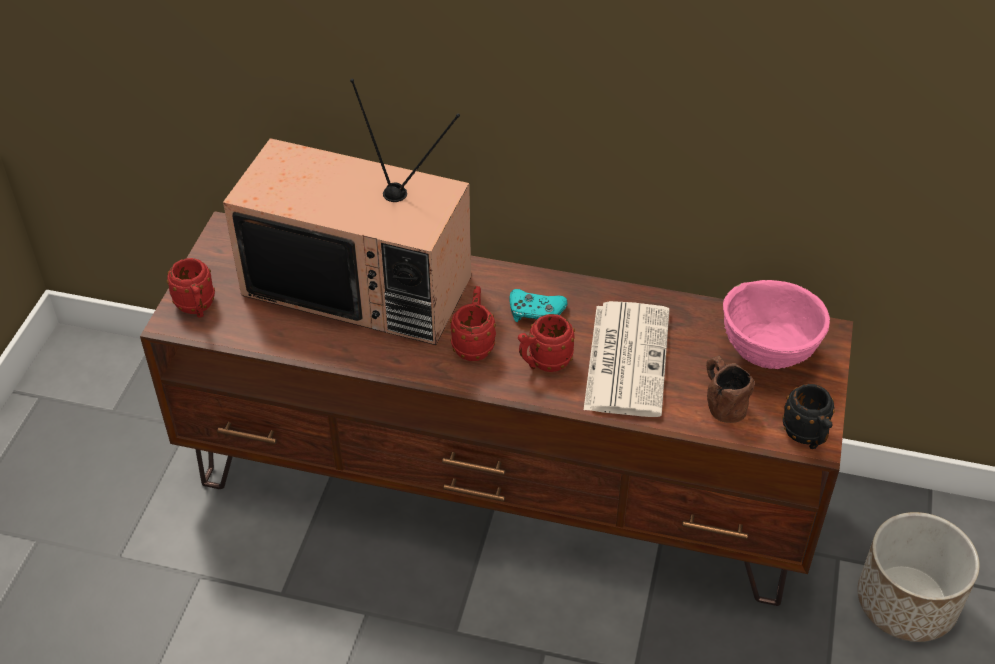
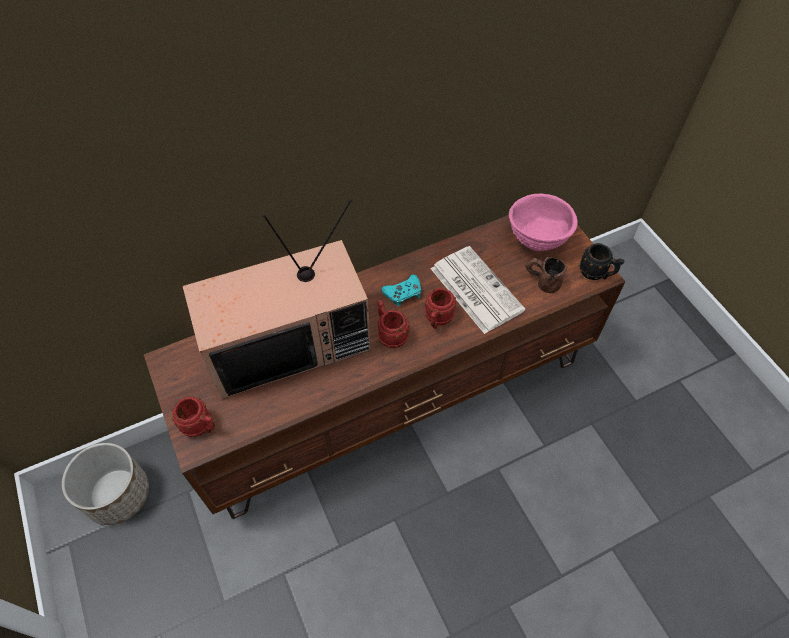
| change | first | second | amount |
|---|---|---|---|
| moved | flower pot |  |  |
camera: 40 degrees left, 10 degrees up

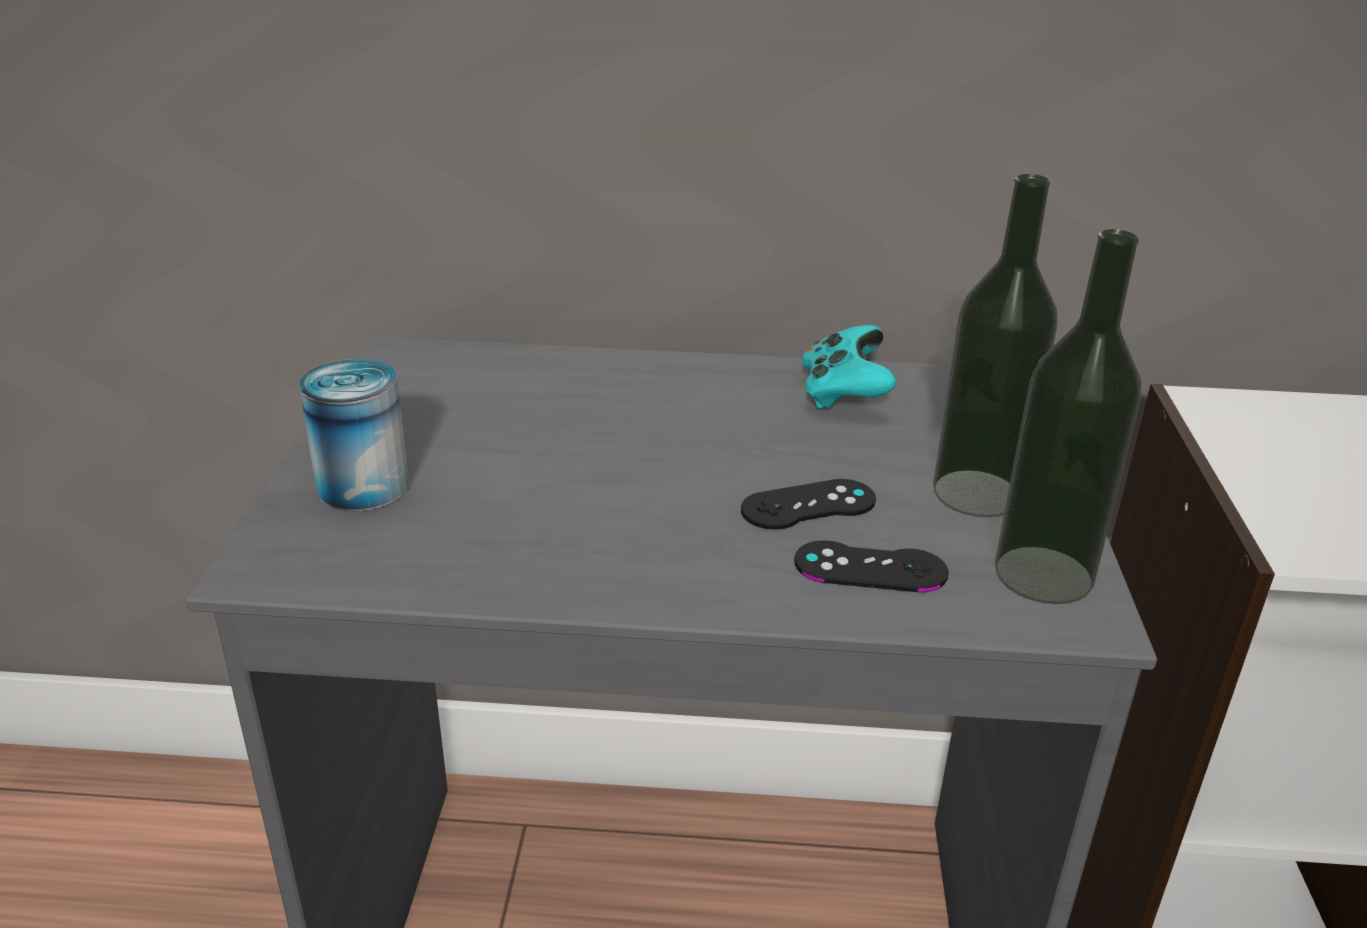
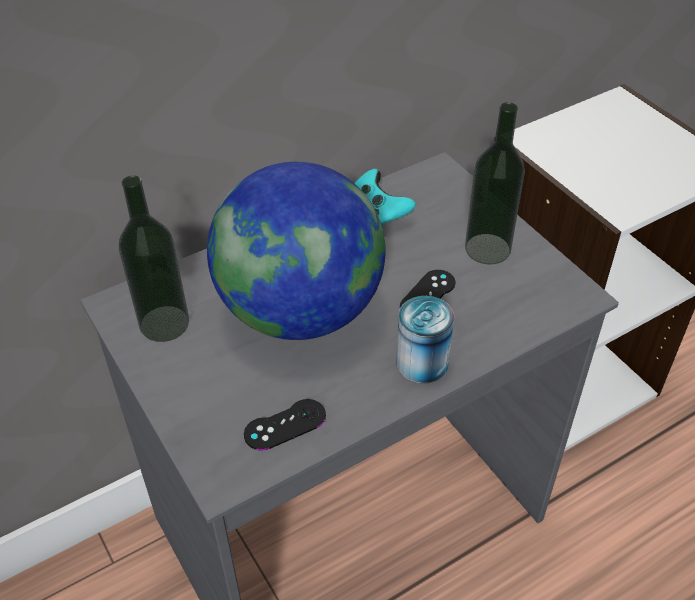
| change | first | second | amount |
|---|---|---|---|
| added |  | globe |  |
| moved | can |  |  |
| moved | blackish joypad (2nd from left in the first image) | blackish joypad (1st from left) |  |
| moved | beverage bottle (2nd from left in the first image) | beverage bottle (1st from left) |  |
camera: 35 degrees left, 15 degrees up

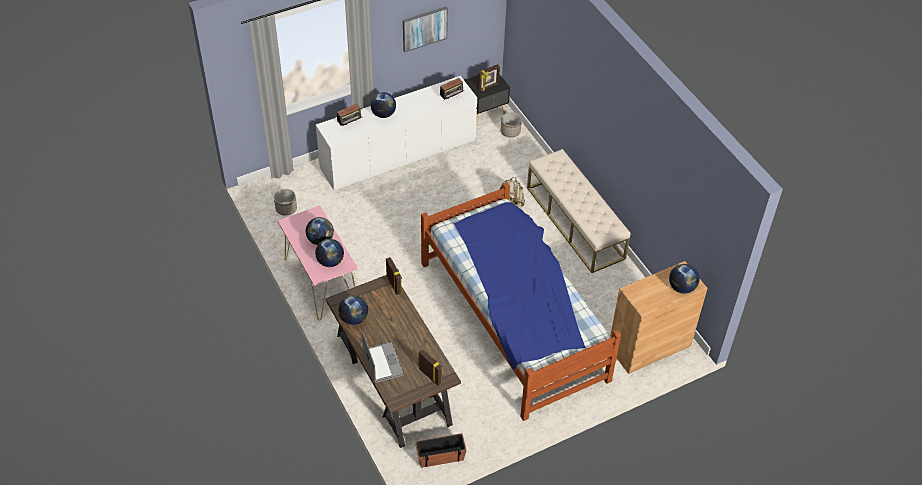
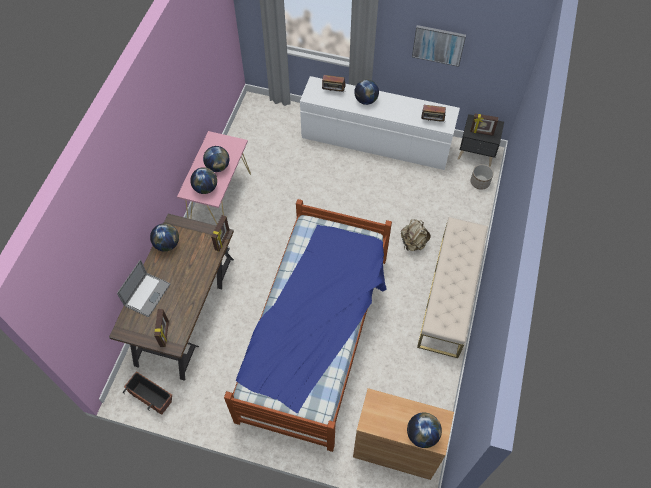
| change | first | second | amount |
|---|---|---|---|
| removed | flower pot (1st from left) |  |  |
camera: 45 degrees right, 10 degrees up

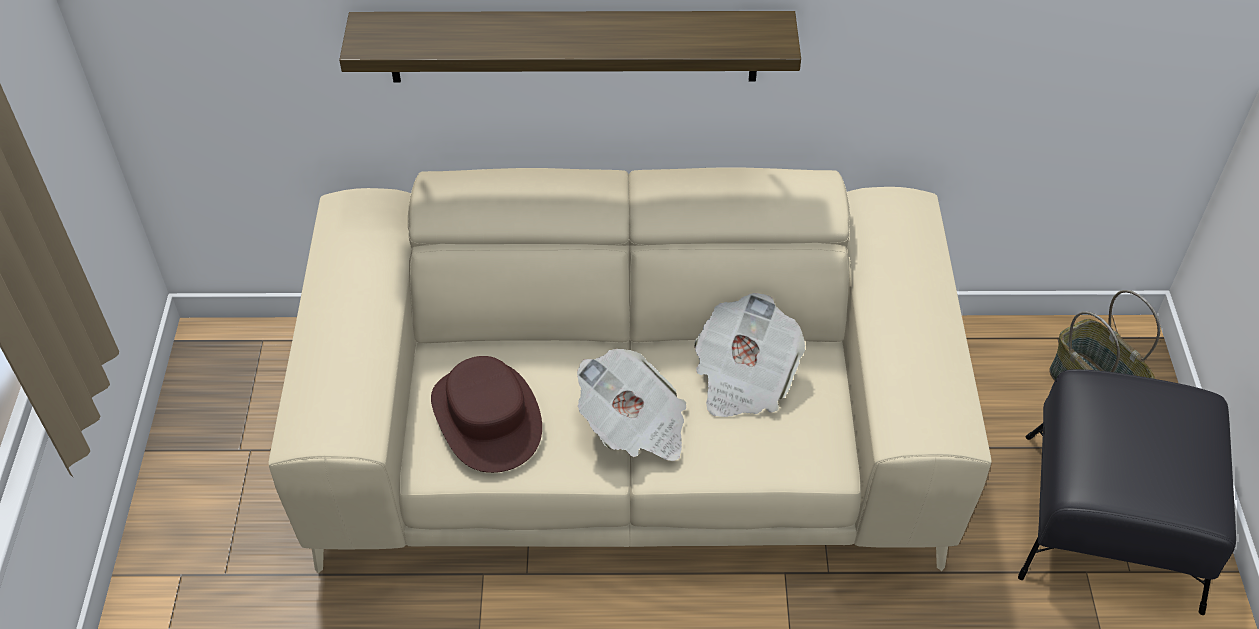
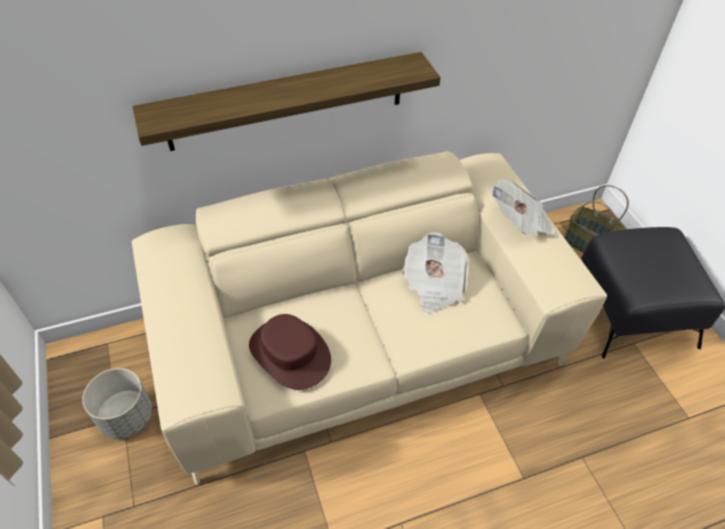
| change | first | second | amount |
|---|---|---|---|
| added |  | greyish flower pot |  |
| moved | printed paper (1st from left in the first image) | printed paper (2nd from left) |  |
camera: 20 degrees left, 0 degrees up

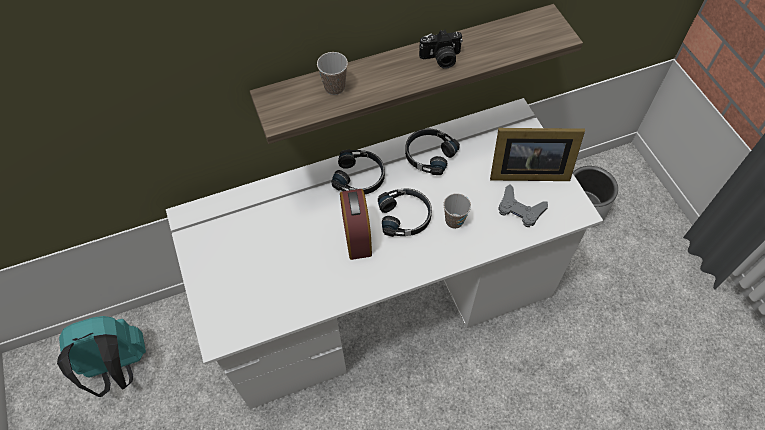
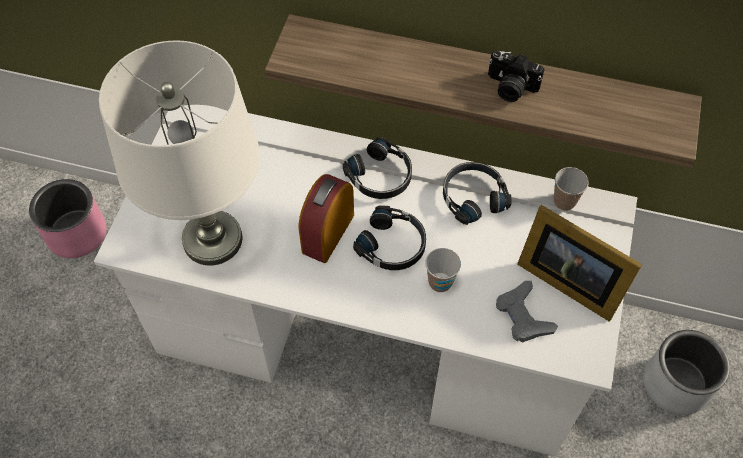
| change | first | second | amount |
|---|---|---|---|
| added |  | white-coloured tabletop lamp |  |
| moved | small cup (1st from left in the first image) | small cup (2nd from left) |  |
| replaced | turquoise-coloured knapsack | pink flower pot |  |
camera: 35 degrees right, 0 degrees up

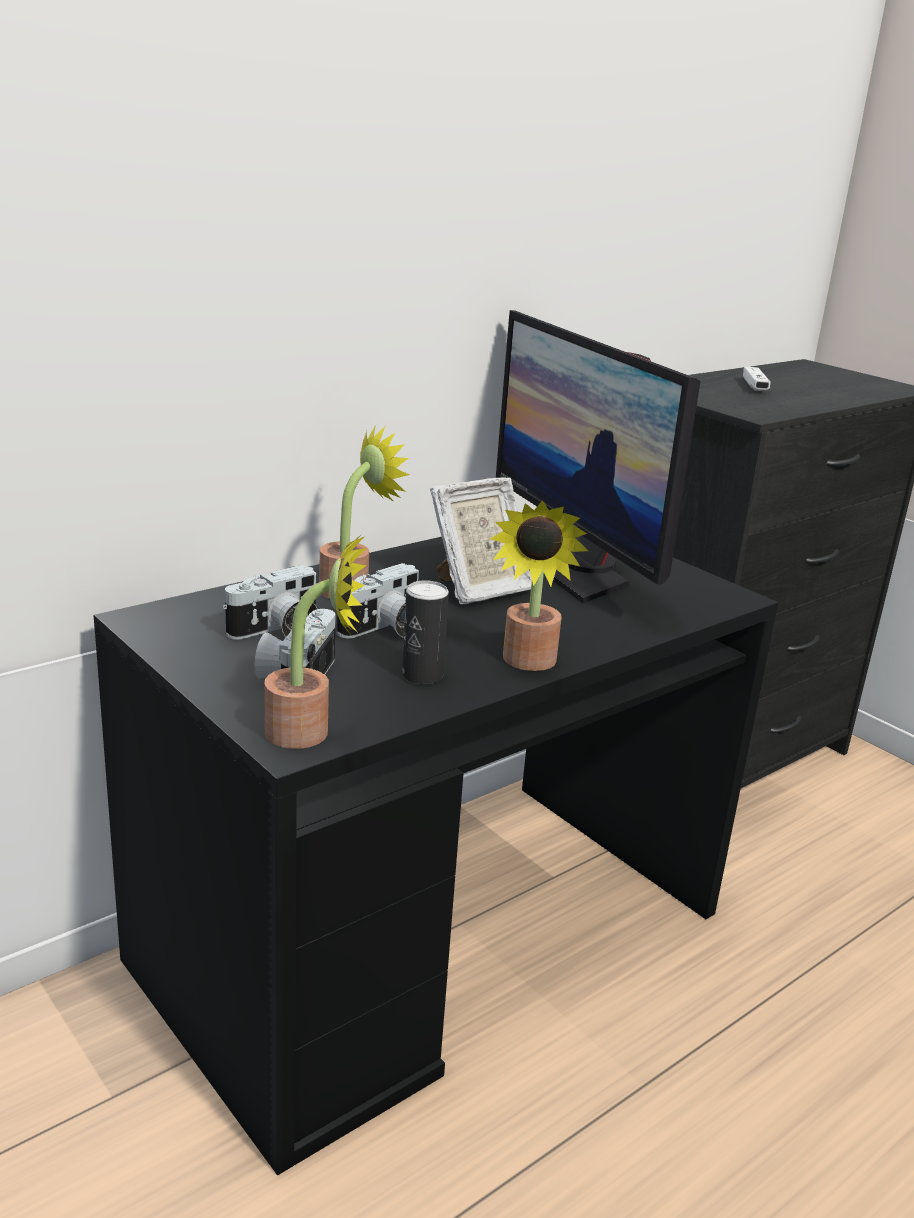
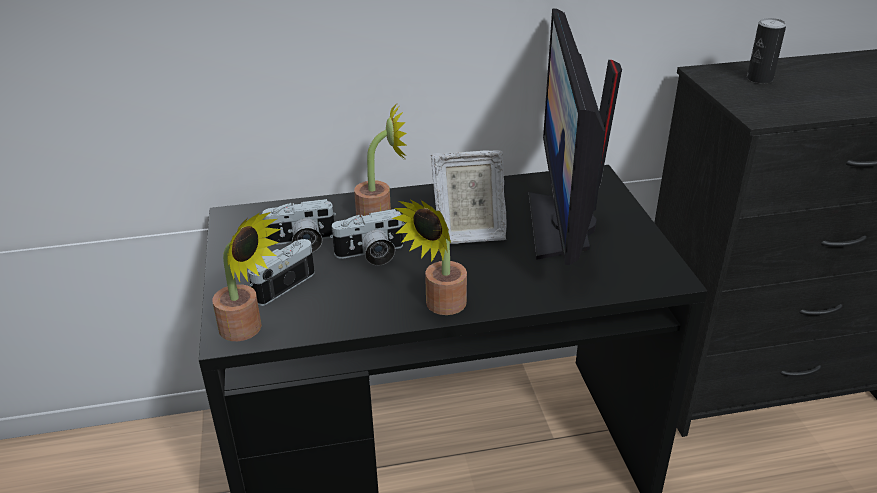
| change | first | second | amount |
|---|---|---|---|
| removed | white-coloured joypad |  |  |
| moved | can |  |  |
camera: 30 degrees right, 10 degrees up

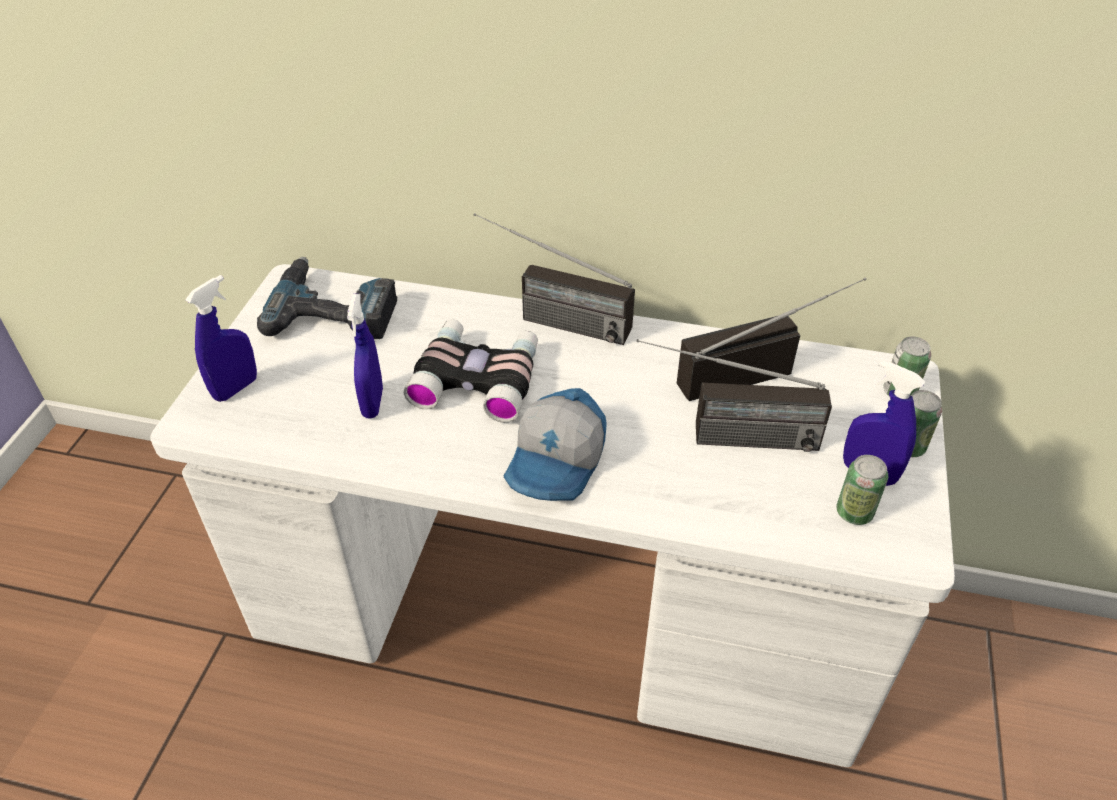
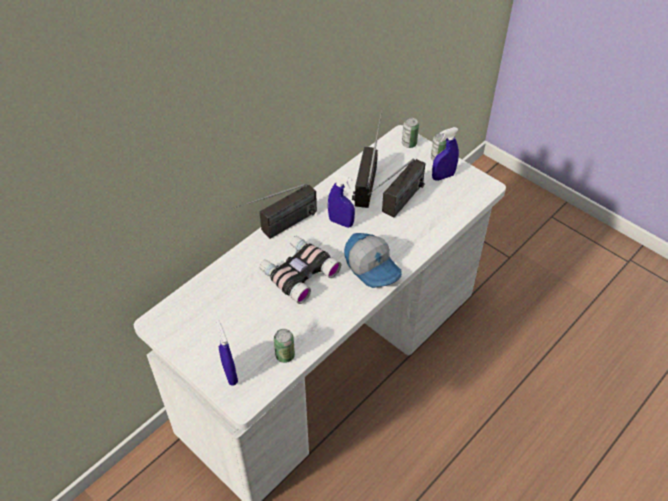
| change | first | second | amount |
|---|---|---|---|
| removed | power drill |  |  |
| moved | blue sprayer (2nd from left) |  |  |
| moved | can (1st from left) |  |  |
camera: 60 degrees left, 5 degrees up

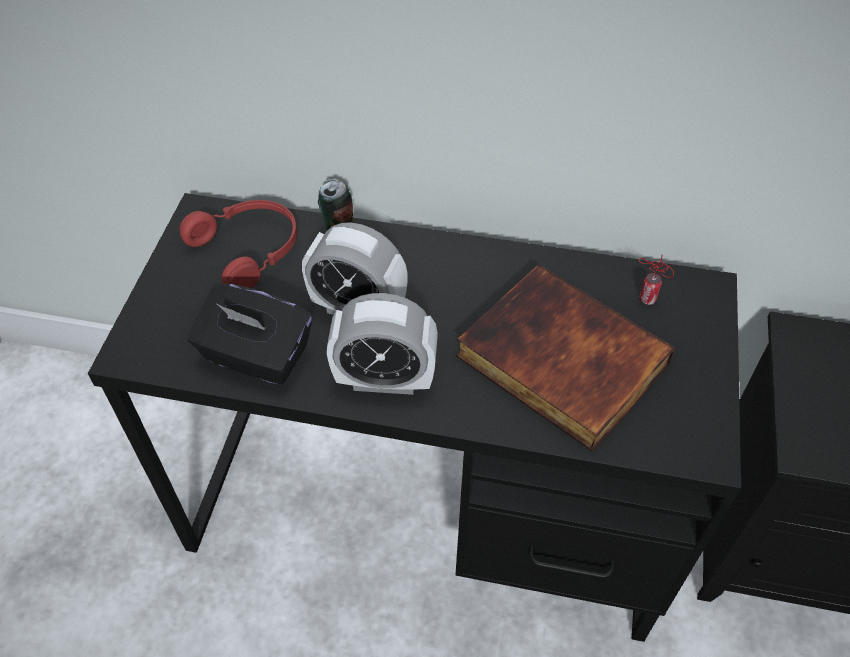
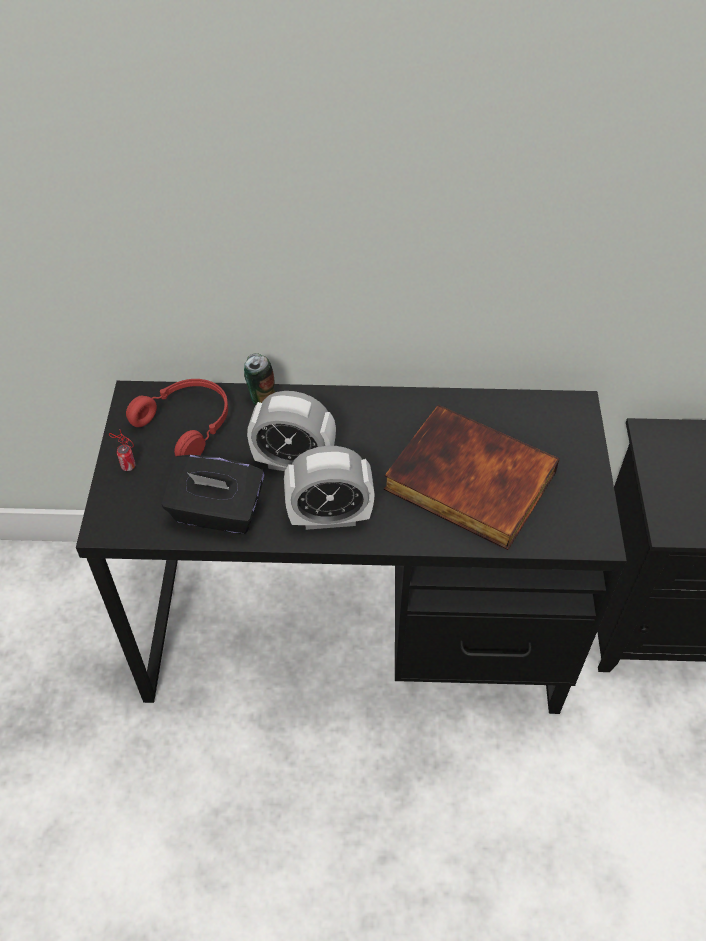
| change | first | second | amount |
|---|---|---|---|
| moved | can (2nd from left in the first image) | can (1st from left) |  |
camera: 10 degrees left, 0 degrees up

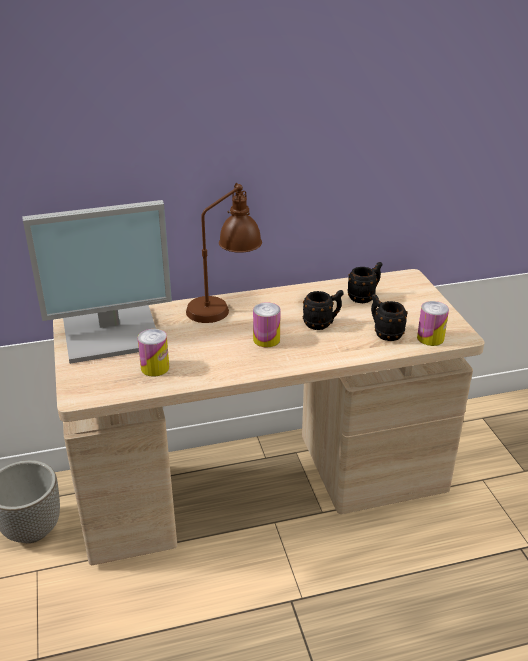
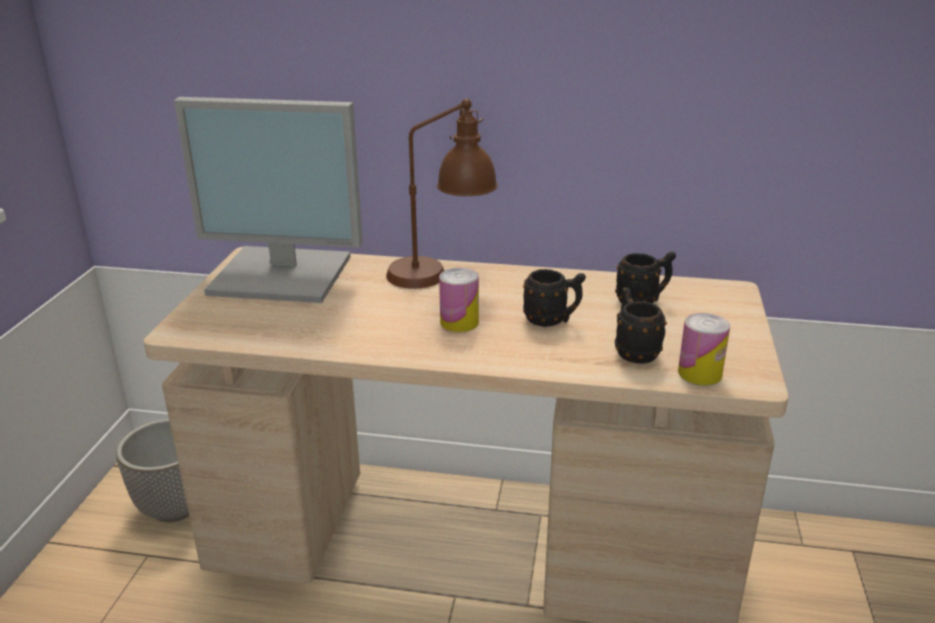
| change | first | second | amount |
|---|---|---|---|
| removed | can (1st from left) |  |  |
camera: 25 degrees right, 5 degrees down

